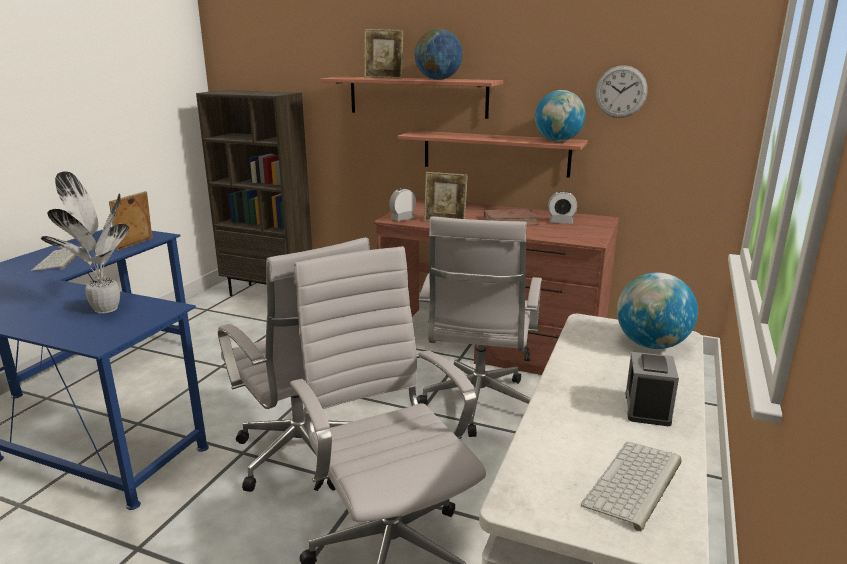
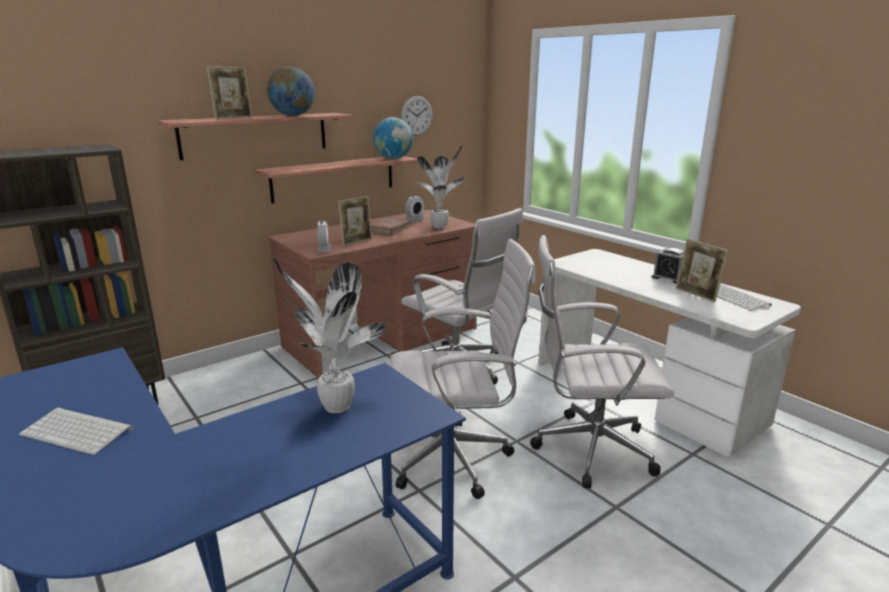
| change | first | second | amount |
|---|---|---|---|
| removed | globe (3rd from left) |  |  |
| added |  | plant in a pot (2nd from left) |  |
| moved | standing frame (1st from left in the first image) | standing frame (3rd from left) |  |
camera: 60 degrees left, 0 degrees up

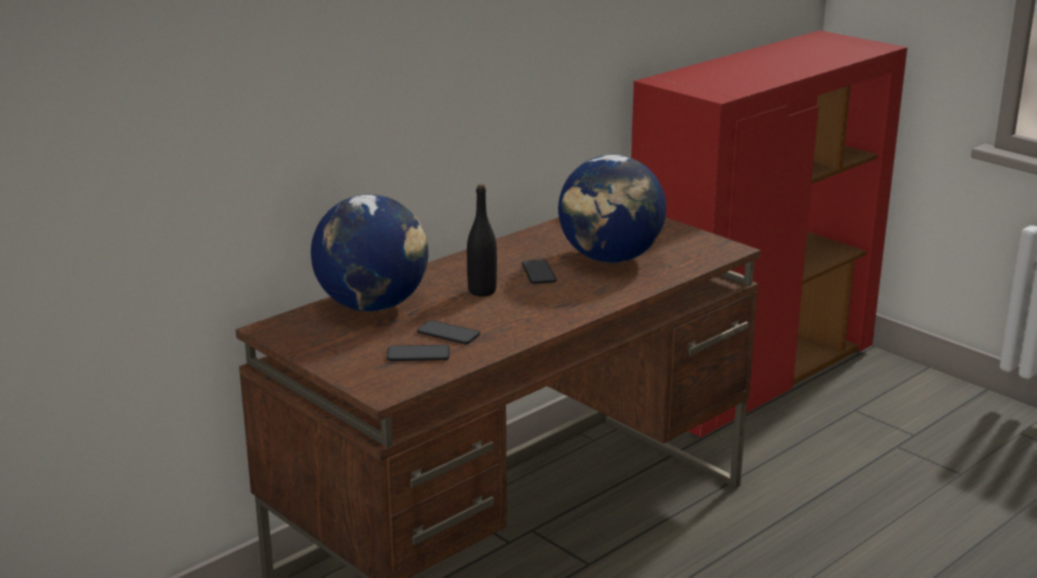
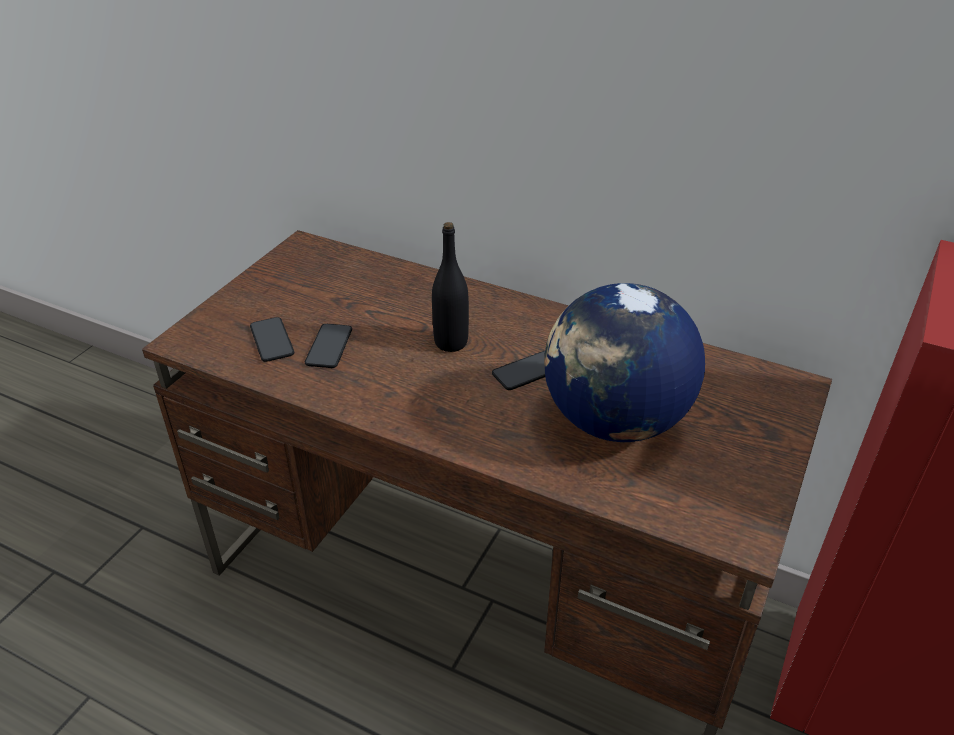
| change | first | second | amount |
|---|---|---|---|
| removed | globe (1st from left) |  |  |
camera: 70 degrees right, 15 degrees up

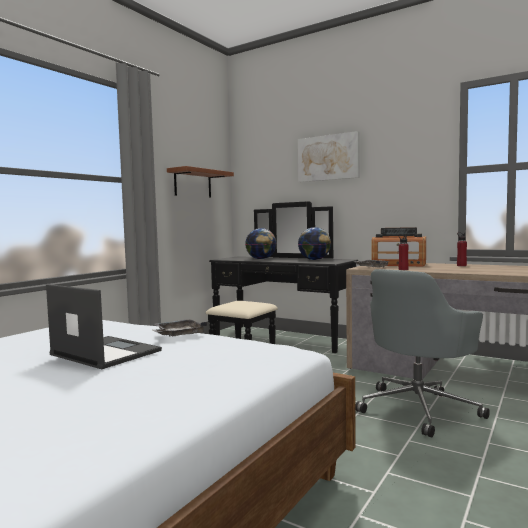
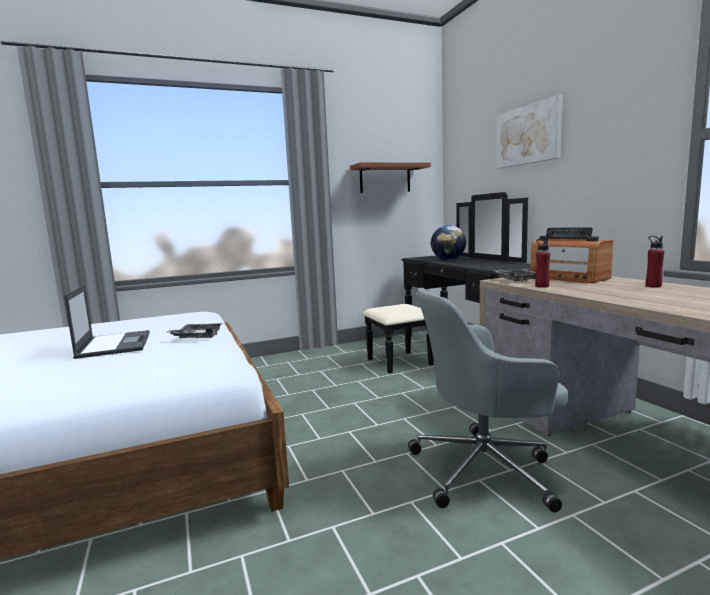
| change | first | second | amount |
|---|---|---|---|
| removed | globe (2nd from left) |  |  |
camera: 35 degrees right, 5 degrees up

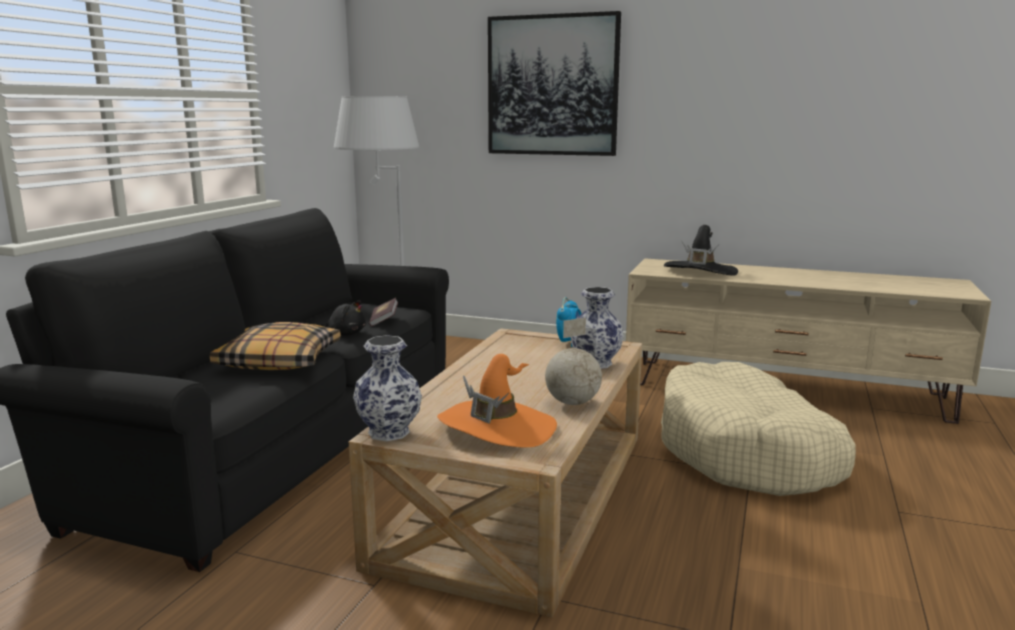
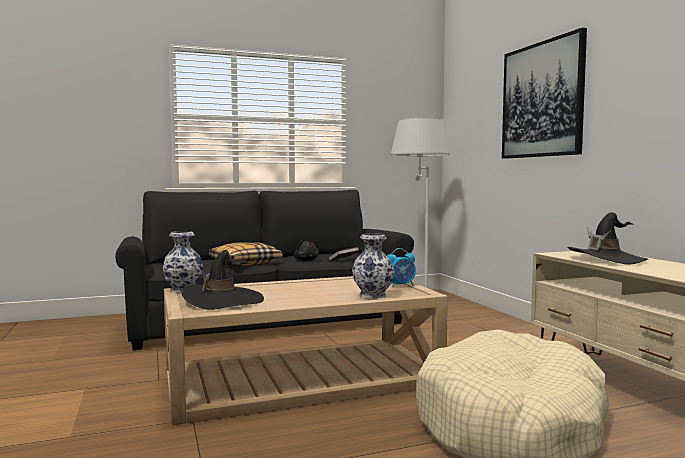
| change | first | second | amount |
|---|---|---|---|
| removed | globe |  |  |
| recoloured | orange-coloured wearable hat | blackish wearable hat (1st from left) |  |
camera: 50 degrees right, 10 degrees down

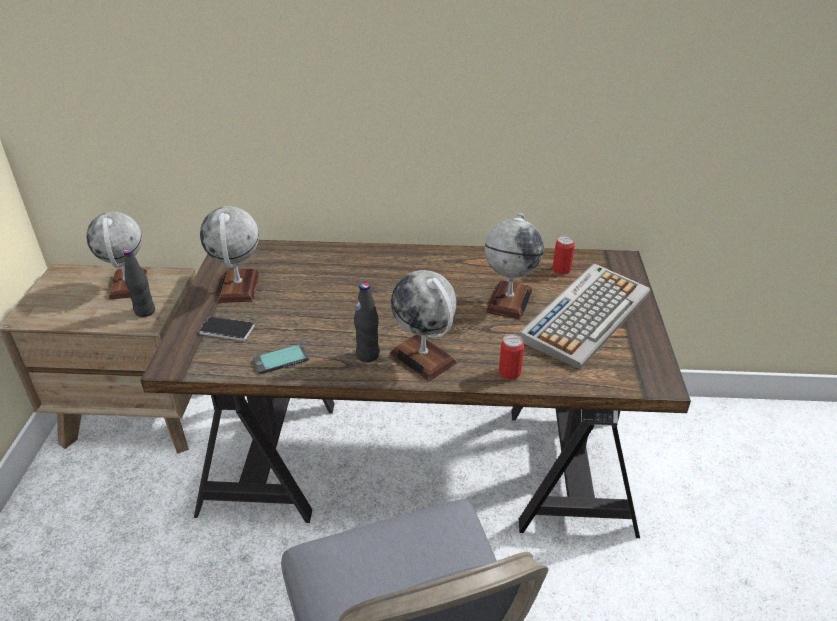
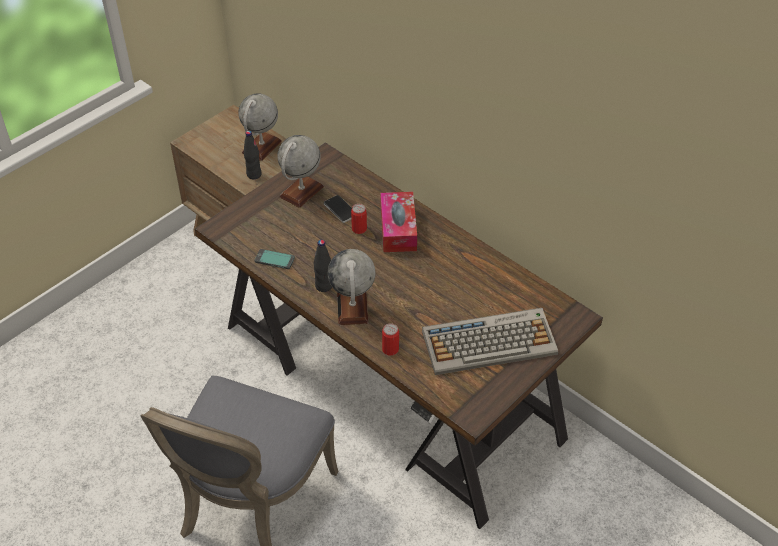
| change | first | second | amount |
|---|---|---|---|
| removed | globe (4th from left) |  |  |
| added |  | tissue holder |  |
| moved | phone (1st from left in the first image) | phone (2nd from left) |  |
| moved | can (2nd from left in the first image) | can (1st from left) |  |
camera: 40 degrees right, 10 degrees up

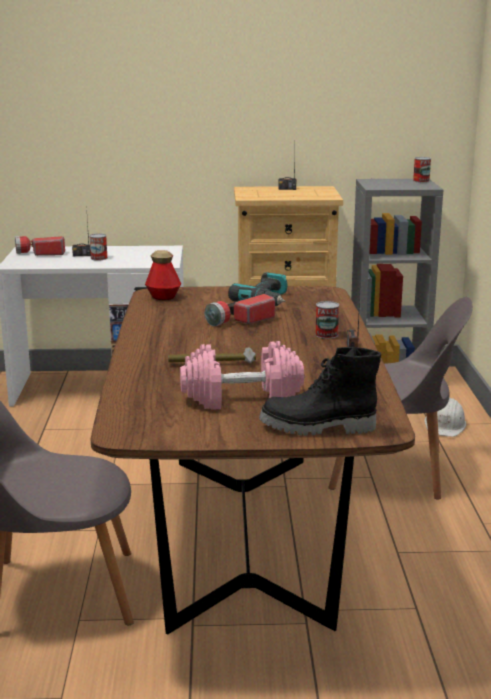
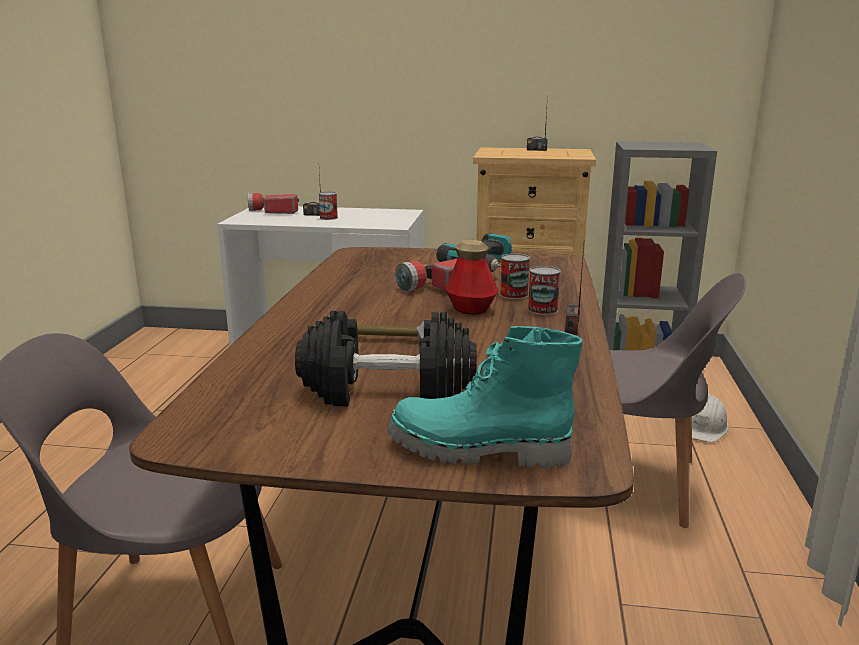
| change | first | second | amount |
|---|---|---|---|
| moved | beverage bottle |  |  |
| moved | can (3rd from left in the first image) | can (2nd from left) |  |
| recoloured | pink dumbbell | blackish dumbbell |  |
| recoloured | blackish tall boot | turquoise-coloured tall boot |  |
camera: 10 degrees right, 0 degrees up

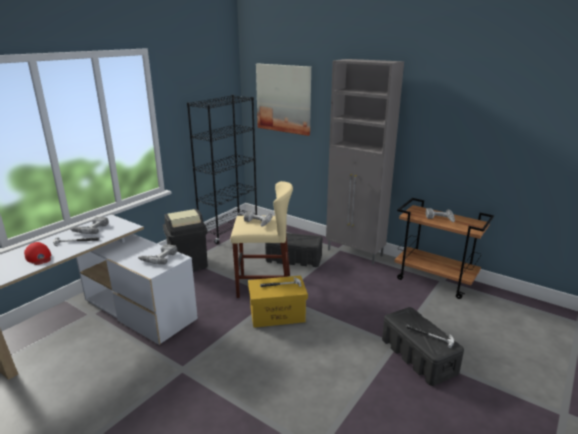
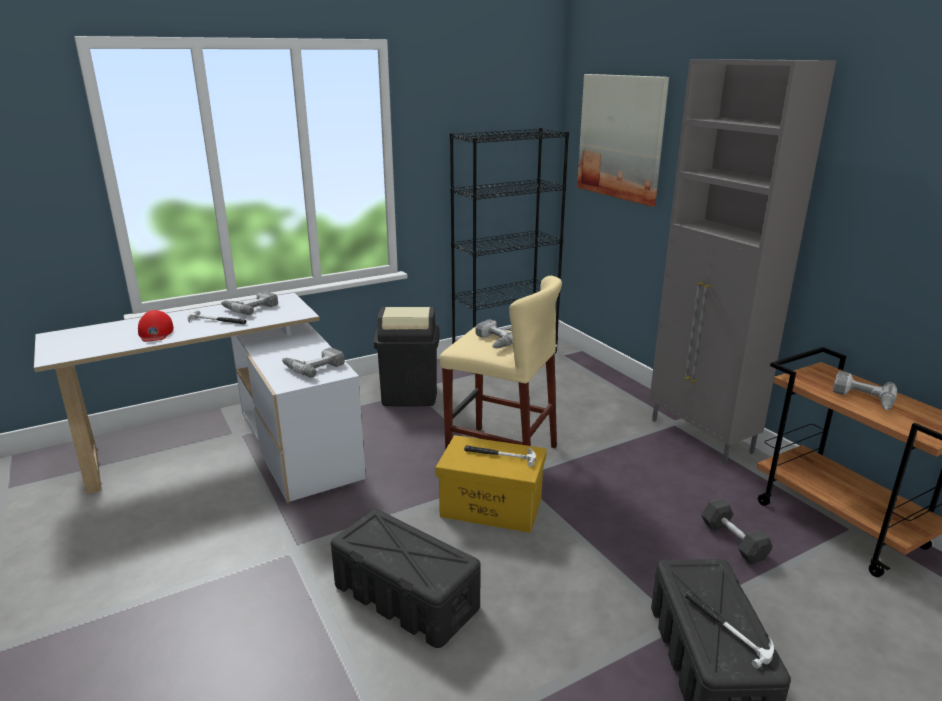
| change | first | second | amount |
|---|---|---|---|
| added |  | greyish dumbbell |  |
| moved | blackish storage box (1st from left) |  |  |
camera: 25 degrees right, 0 degrees up

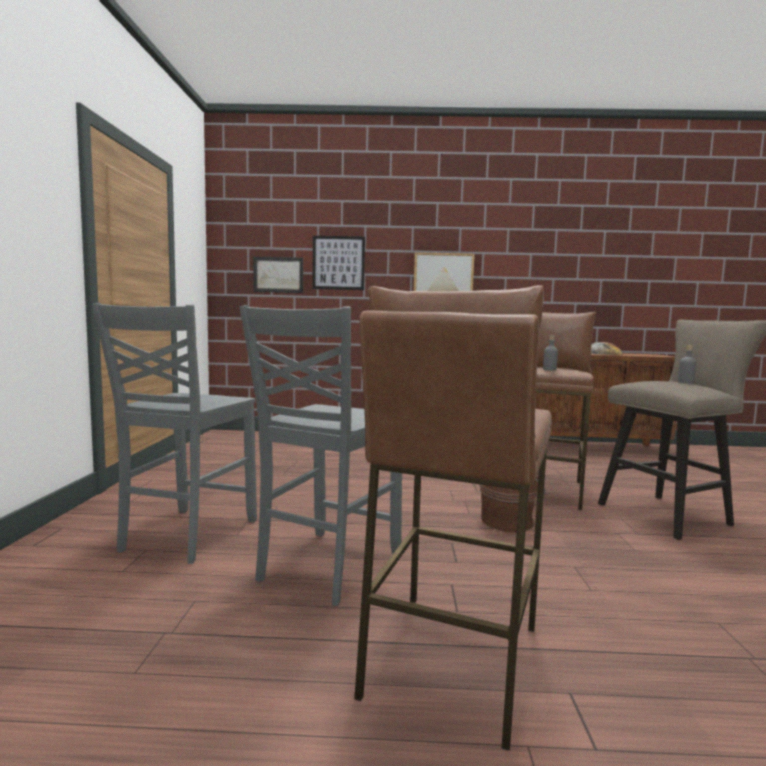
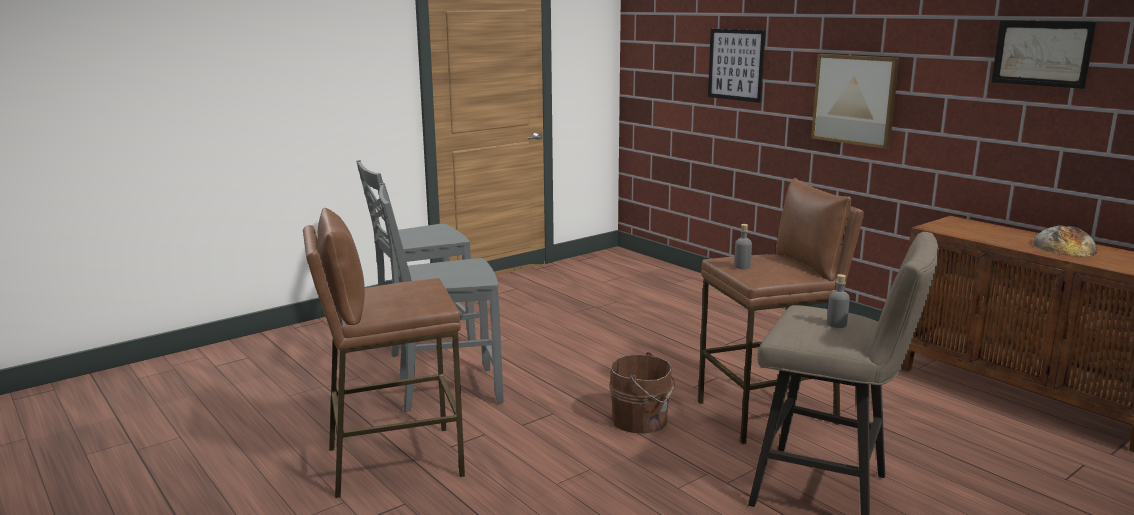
| change | first | second | amount |
|---|---|---|---|
| moved | wall art (1st from left in the first image) | wall art (3rd from left) |  |
camera: 50 degrees right, 10 degrees up

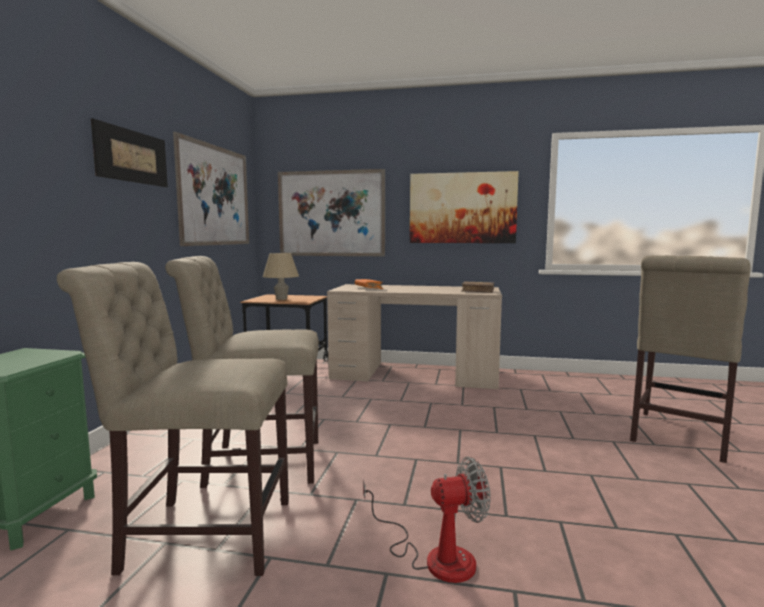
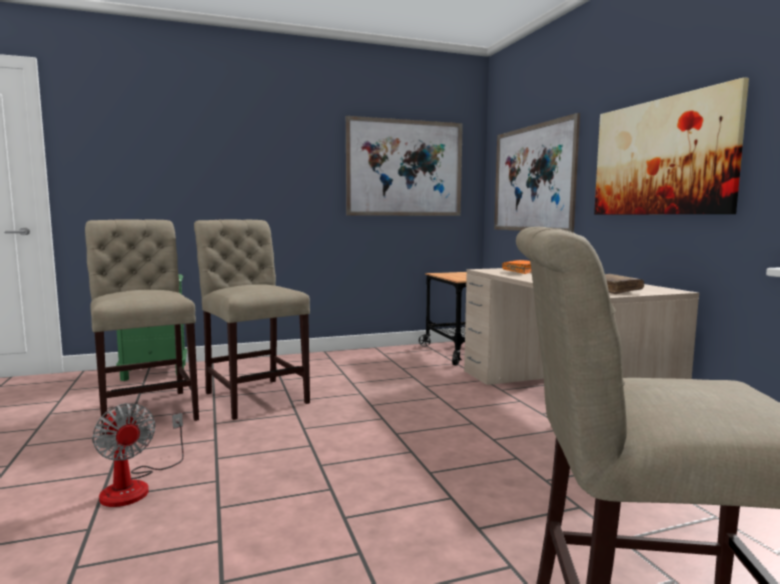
| change | first | second | amount |
|---|---|---|---|
| removed | wall art (1st from left) |  |  |
| removed | sand-coloured tabletop lamp |  |  |
camera: 60 degrees right, 0 degrees up

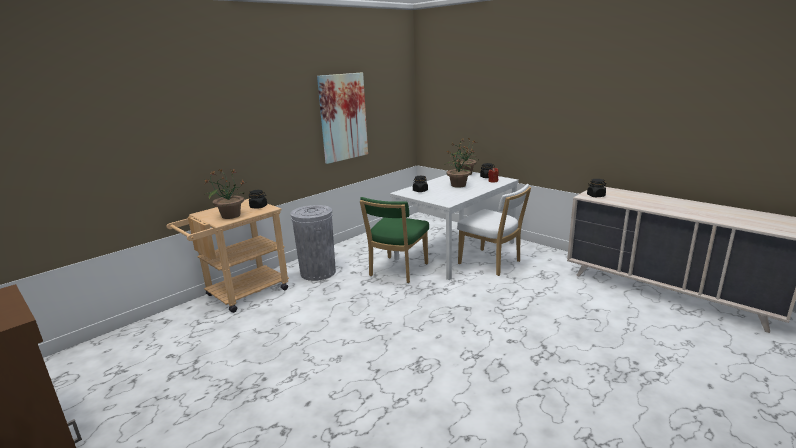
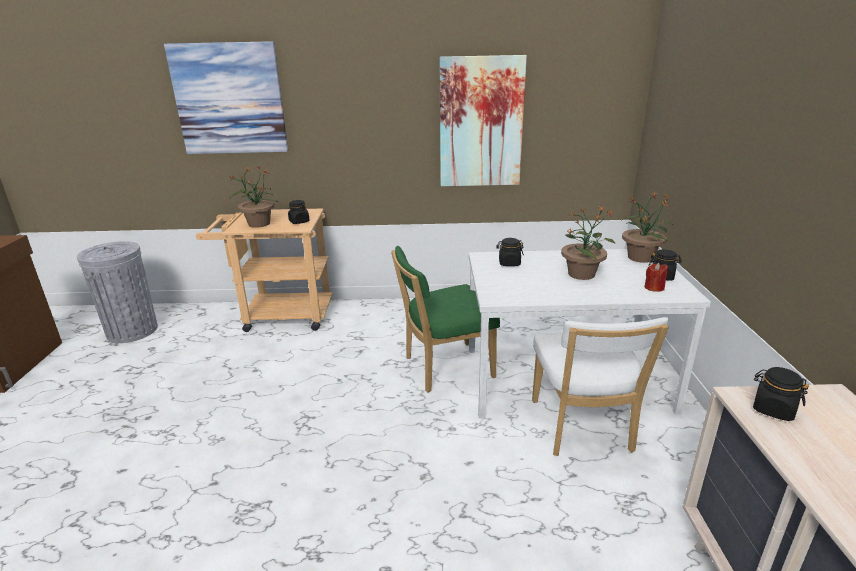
| change | first | second | amount |
|---|---|---|---|
| added |  | wall art (1st from left) |  |
| moved | greyish waste bin |  |  |
camera: 45 degrees right, 5 degrees up

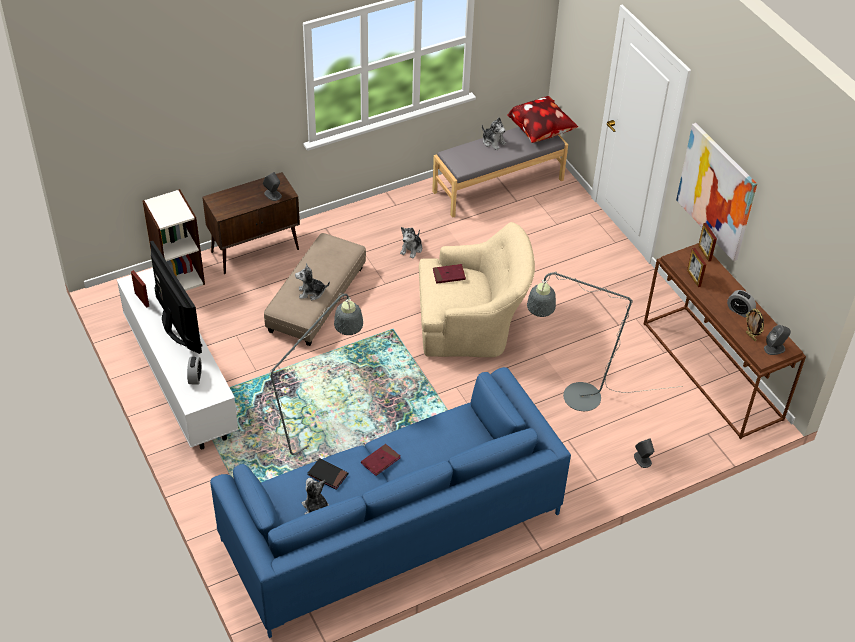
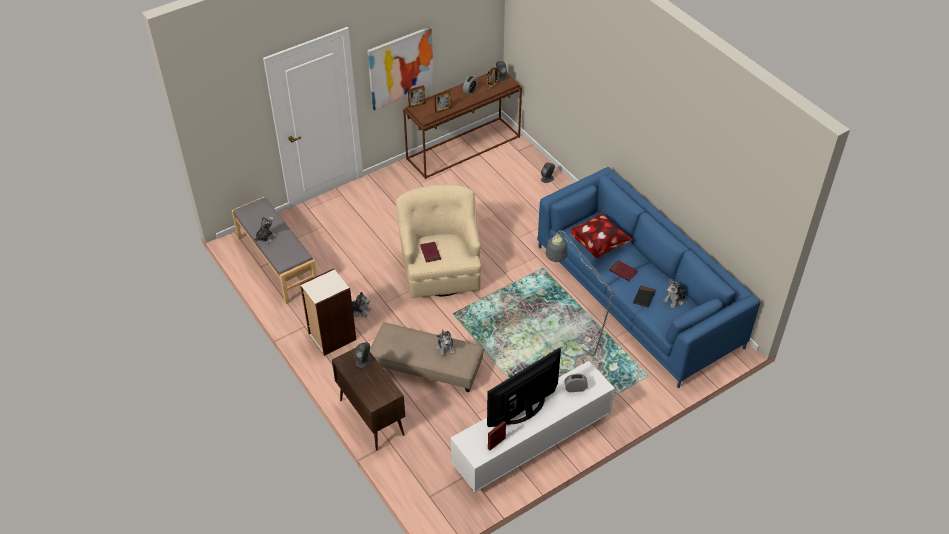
| change | first | second | amount |
|---|---|---|---|
| removed | greyish floor lamp (2nd from left) |  |  |
| moved | shelving unit |  |  |
| moved | pillow |  |  |
camera: 95 degrees left, 0 degrees up

